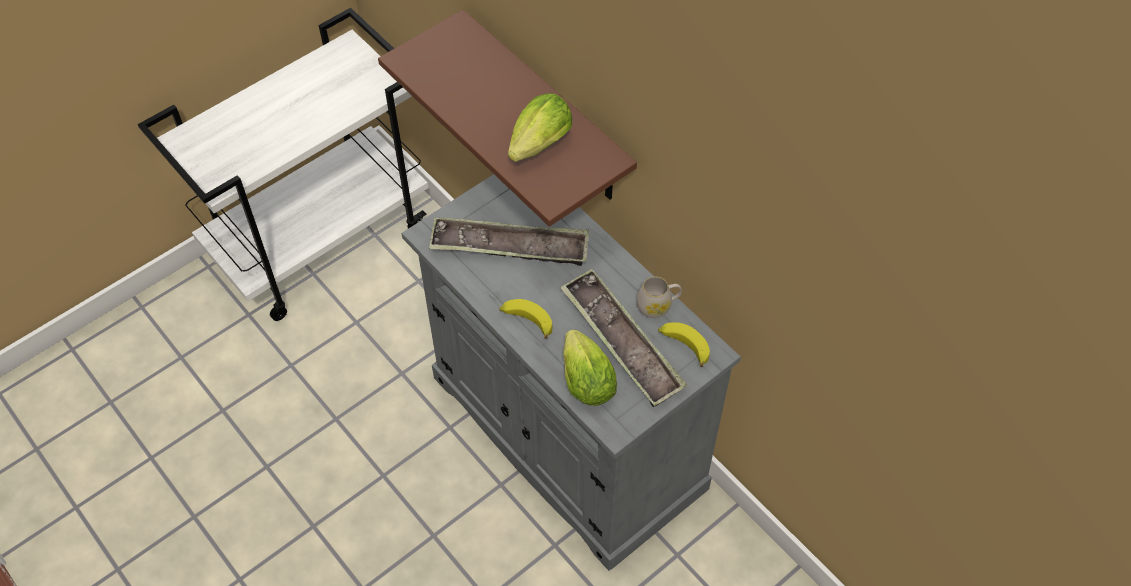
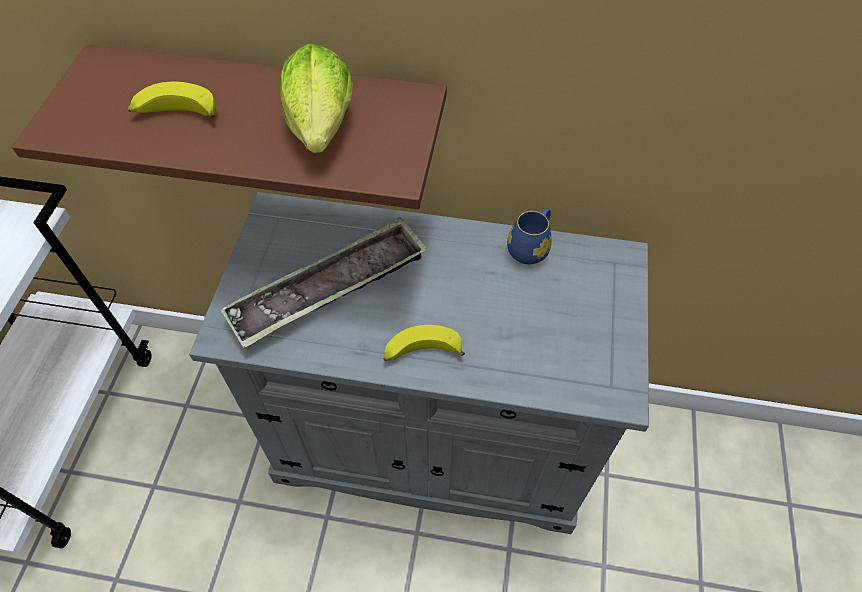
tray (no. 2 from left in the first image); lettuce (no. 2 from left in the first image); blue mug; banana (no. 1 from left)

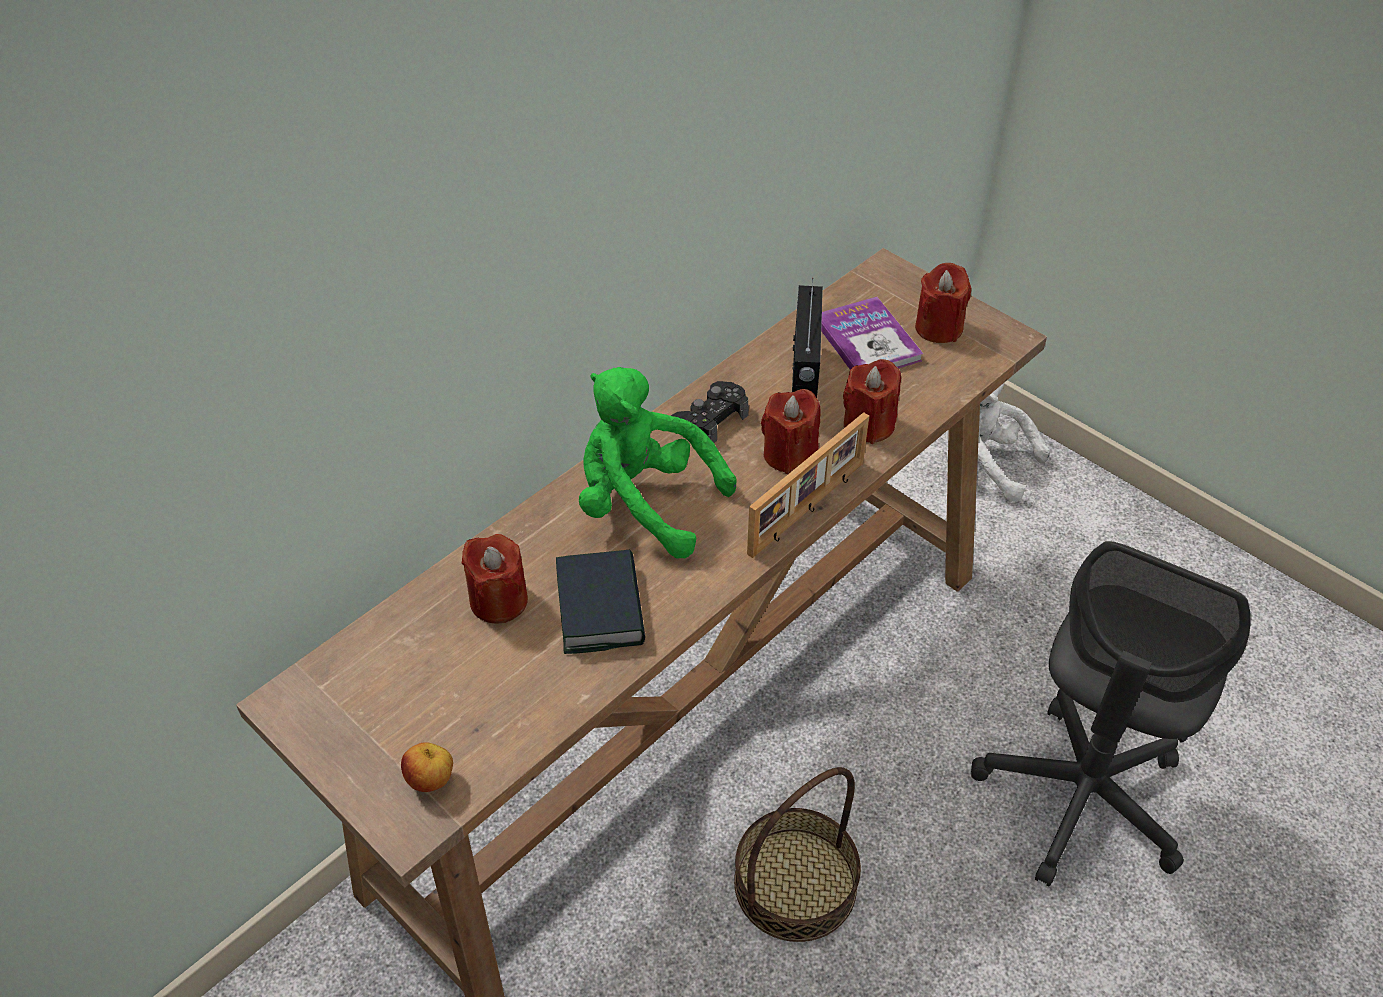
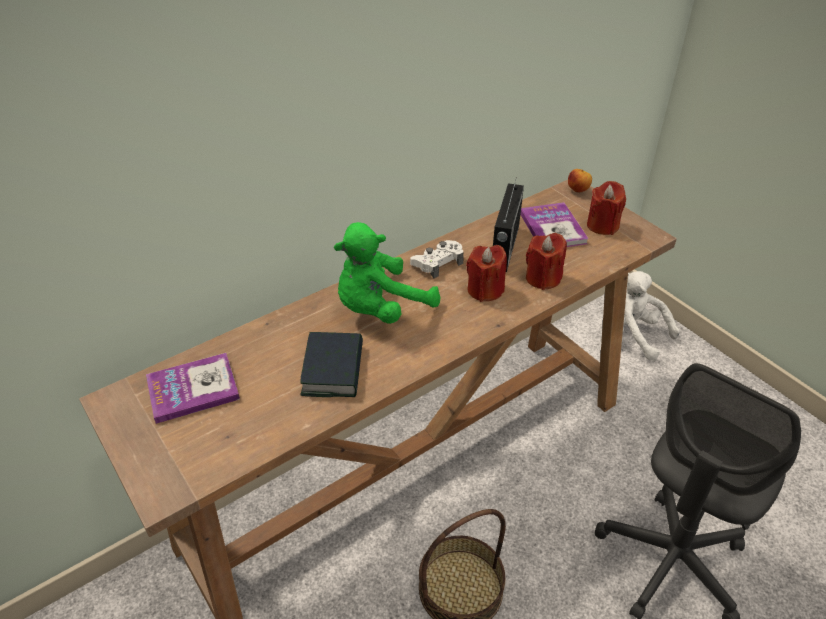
apple; red candle (no. 1 from left in the first image); green plush toy; white game controller; picture frame; book (no. 1 from left)

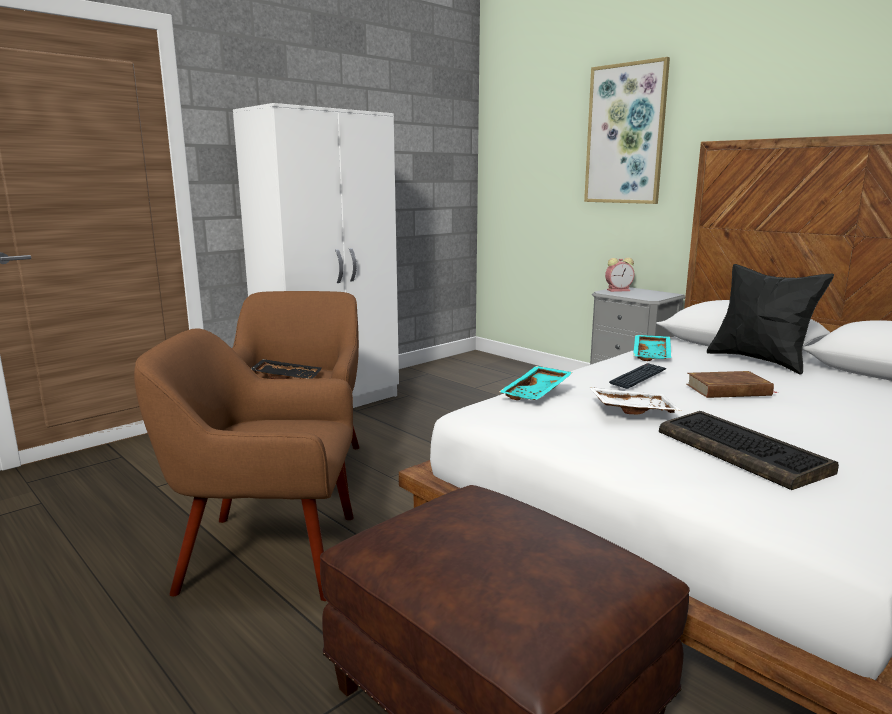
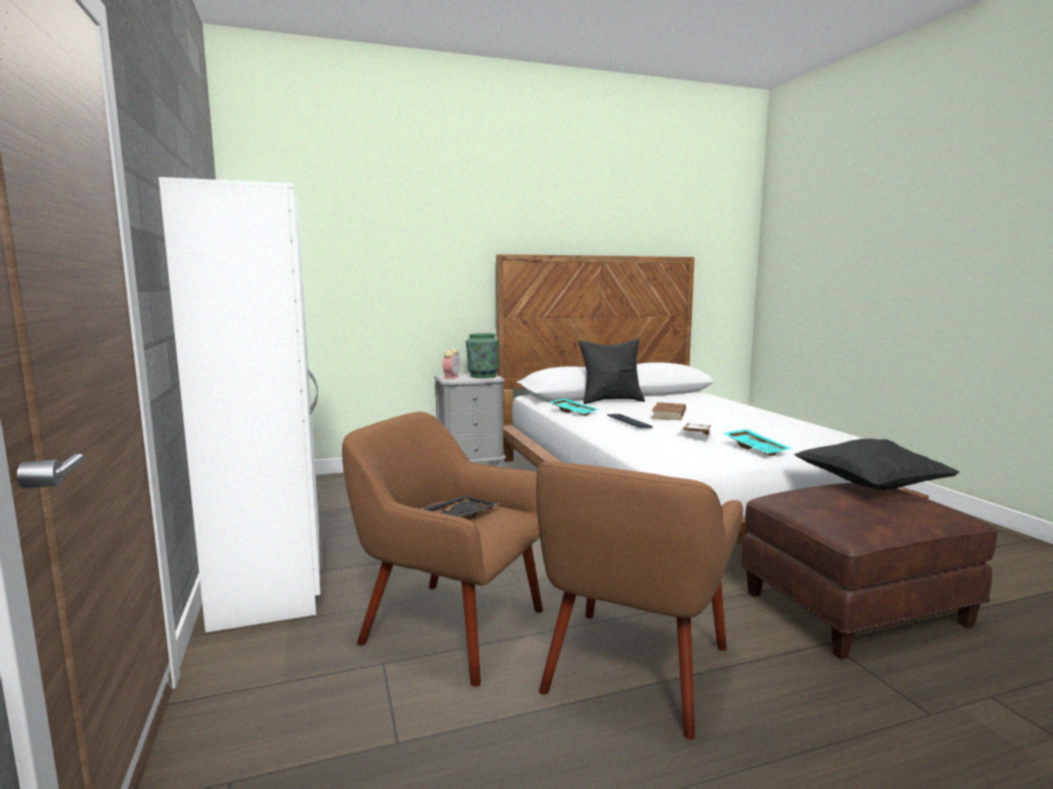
turquoise tray (no. 2 from left); picture; keyboard (no. 2 from left in the first image); green vase; black pillow (no. 2 from left)

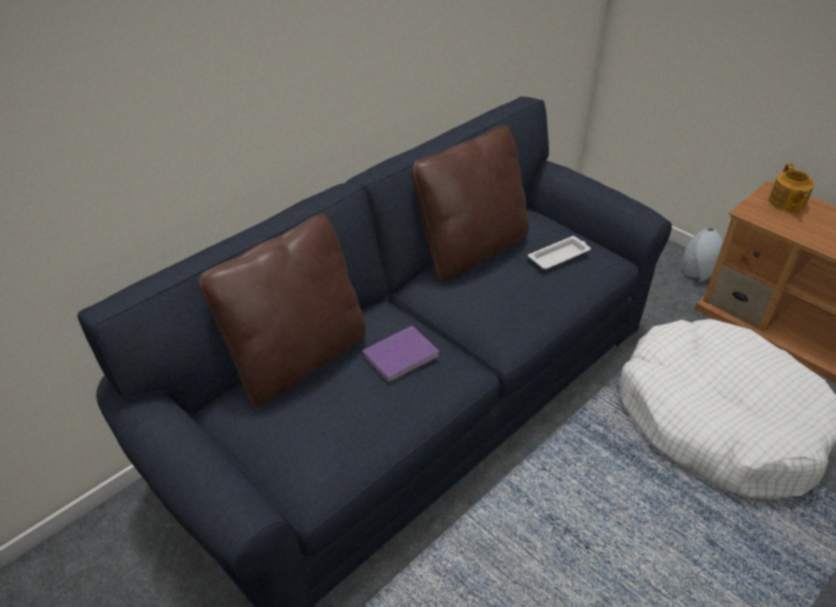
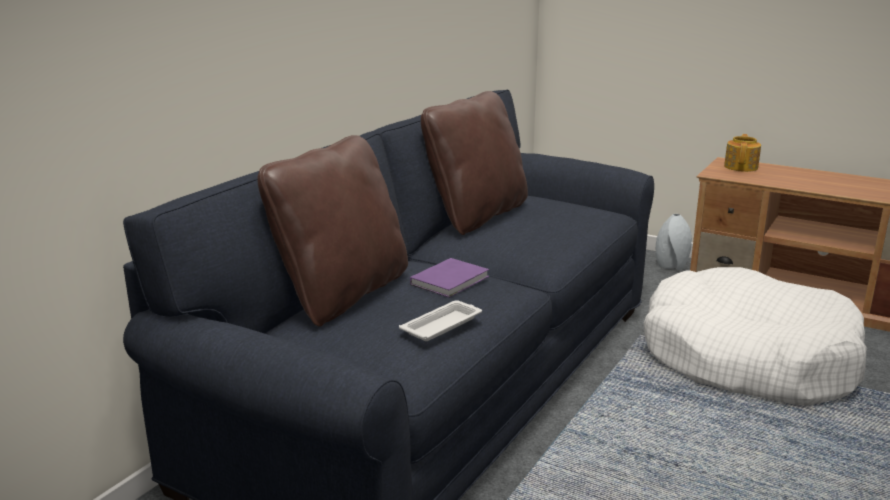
white tray; teapot

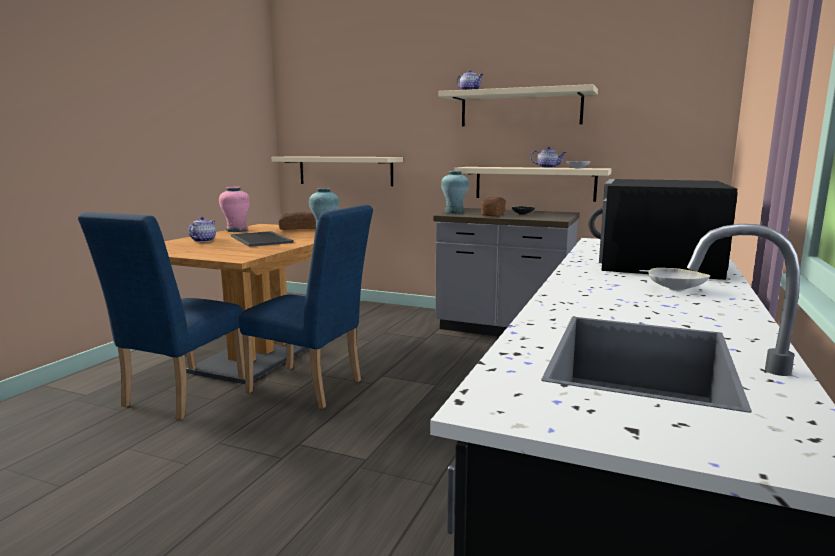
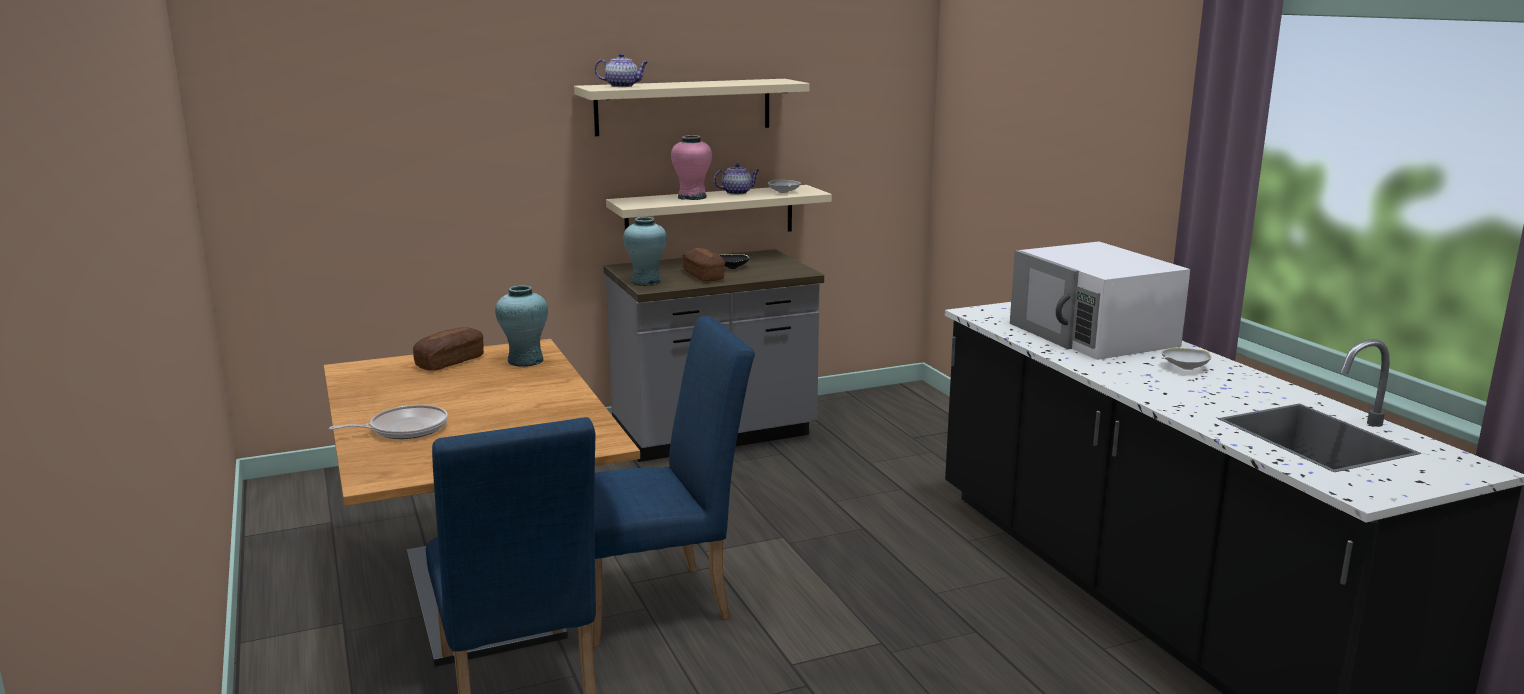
frying pan; pink vase; tray; beige shelf (no. 1 from left in the first image); white microwave

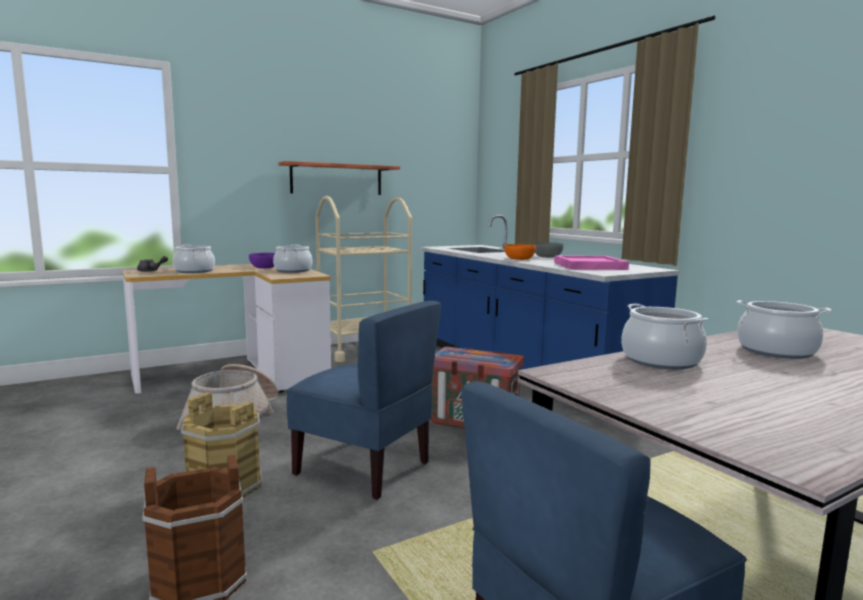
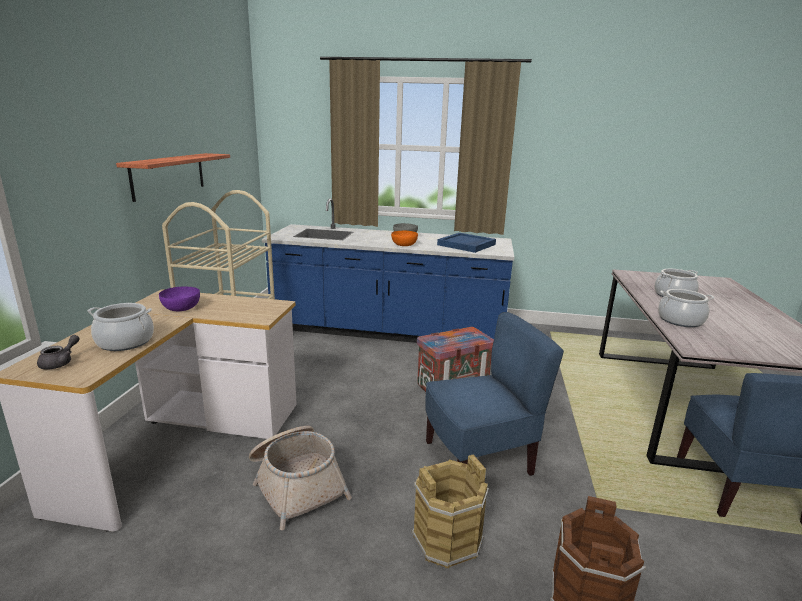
cooking pot (no. 2 from left in the first image); blue tray

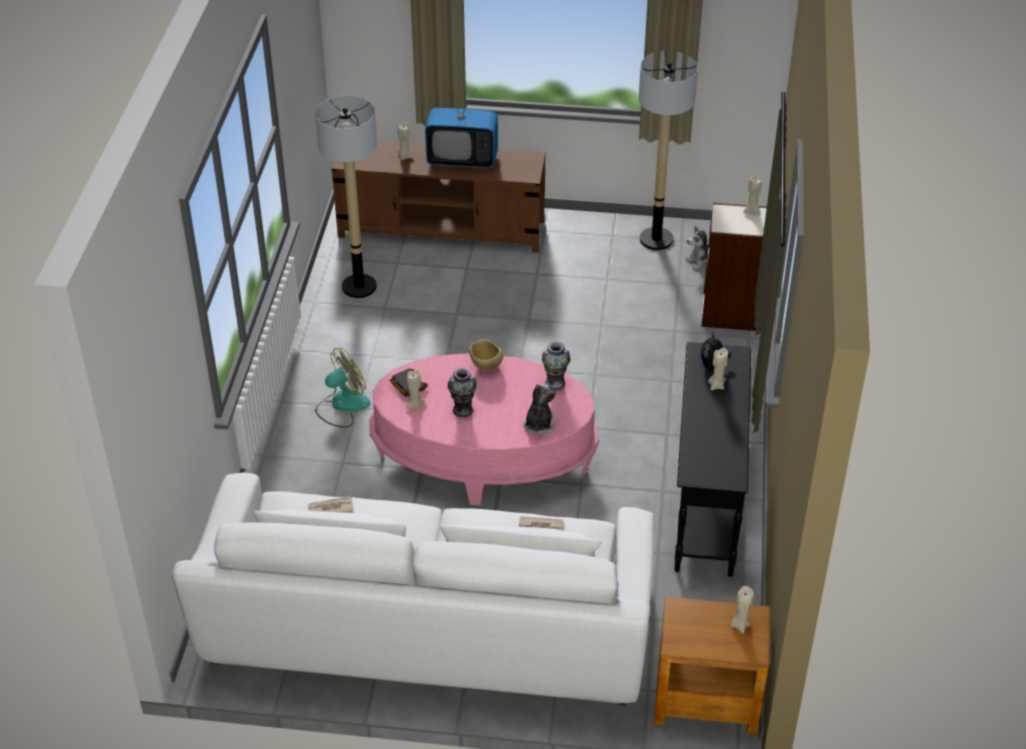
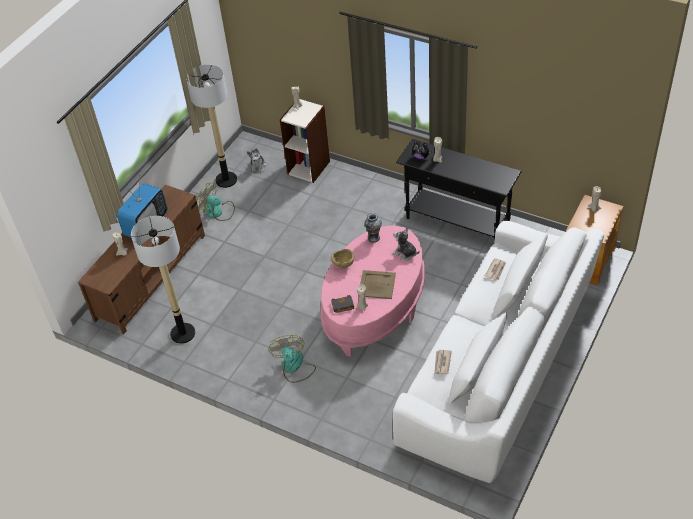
beige tray; fan (no. 1 from left)

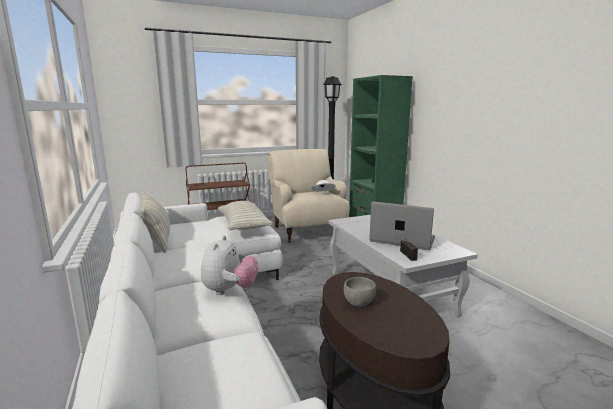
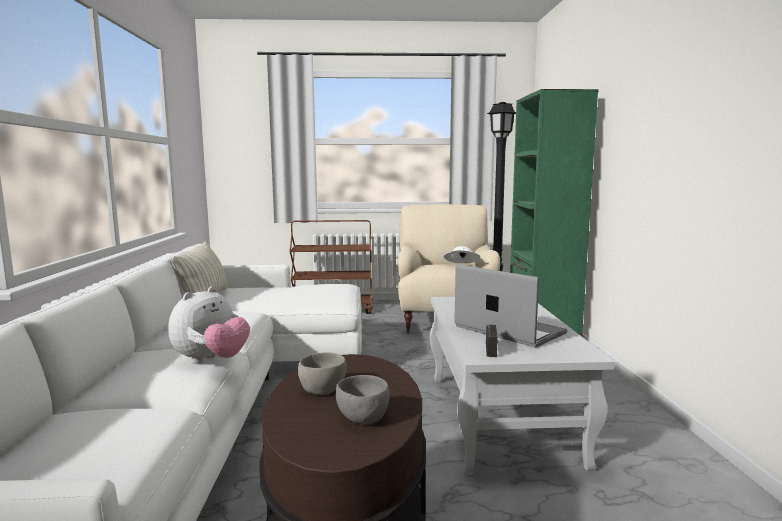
pillow (no. 2 from left in the first image); grey bowl (no. 2 from left)

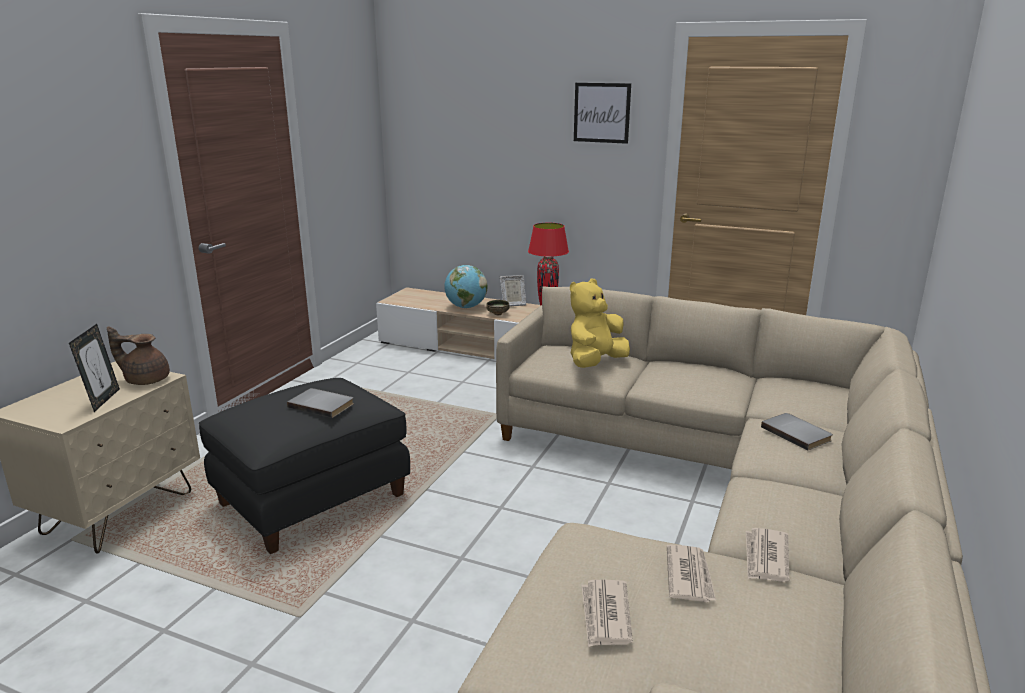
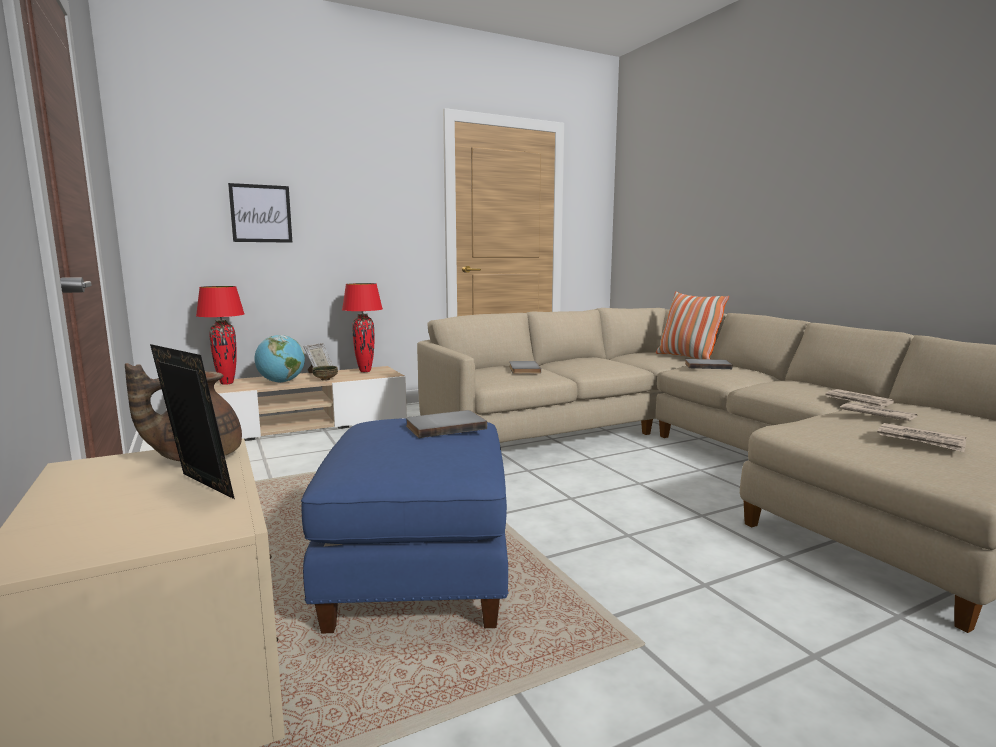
blue ottoman; grey book (no. 2 from left); picture; red table lamp (no. 1 from left); pillow

